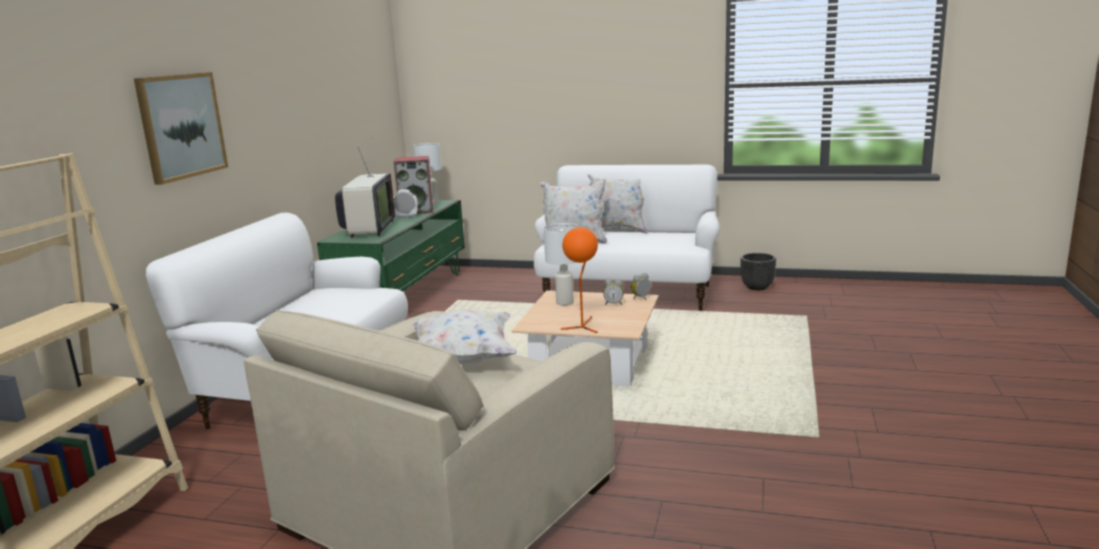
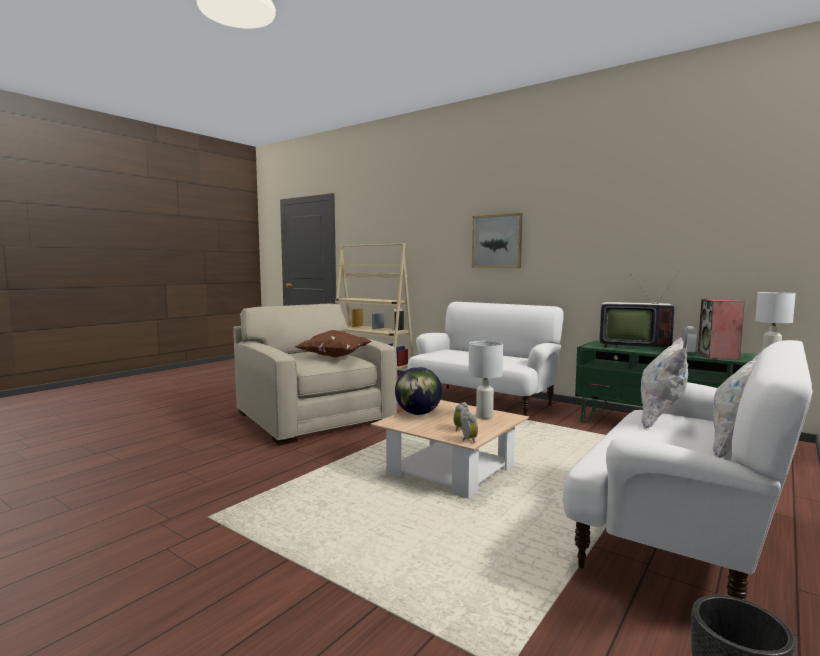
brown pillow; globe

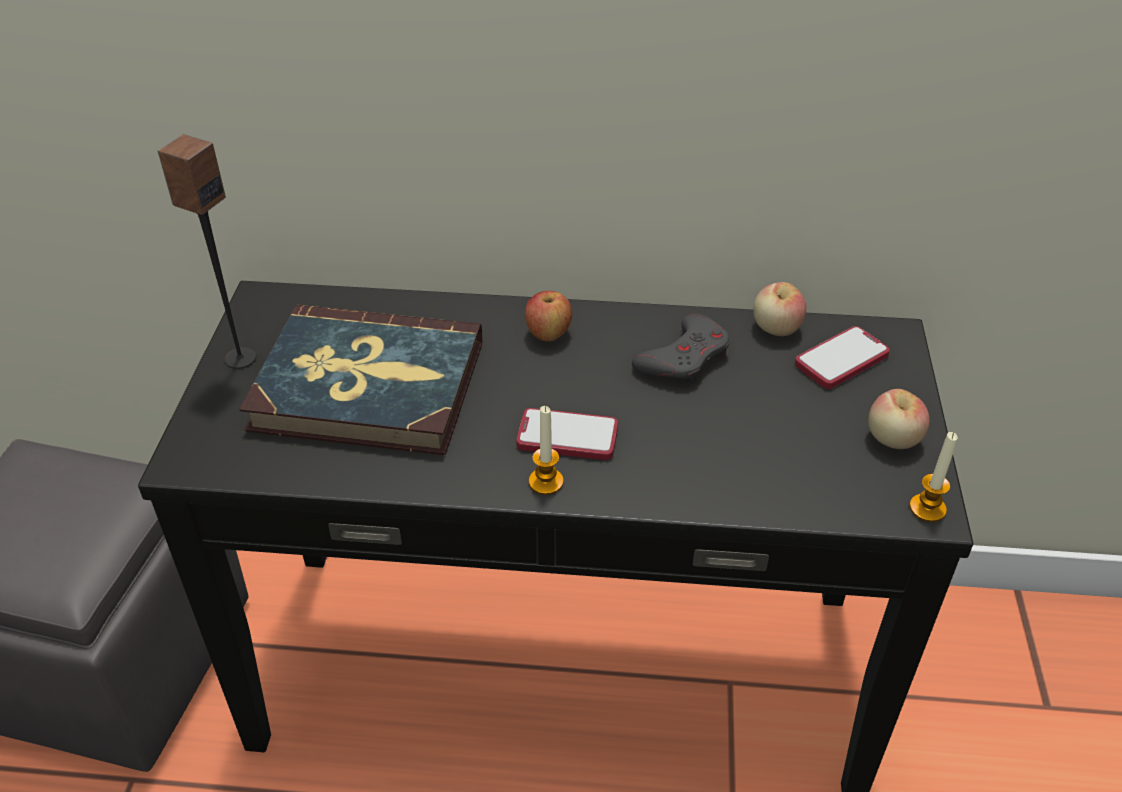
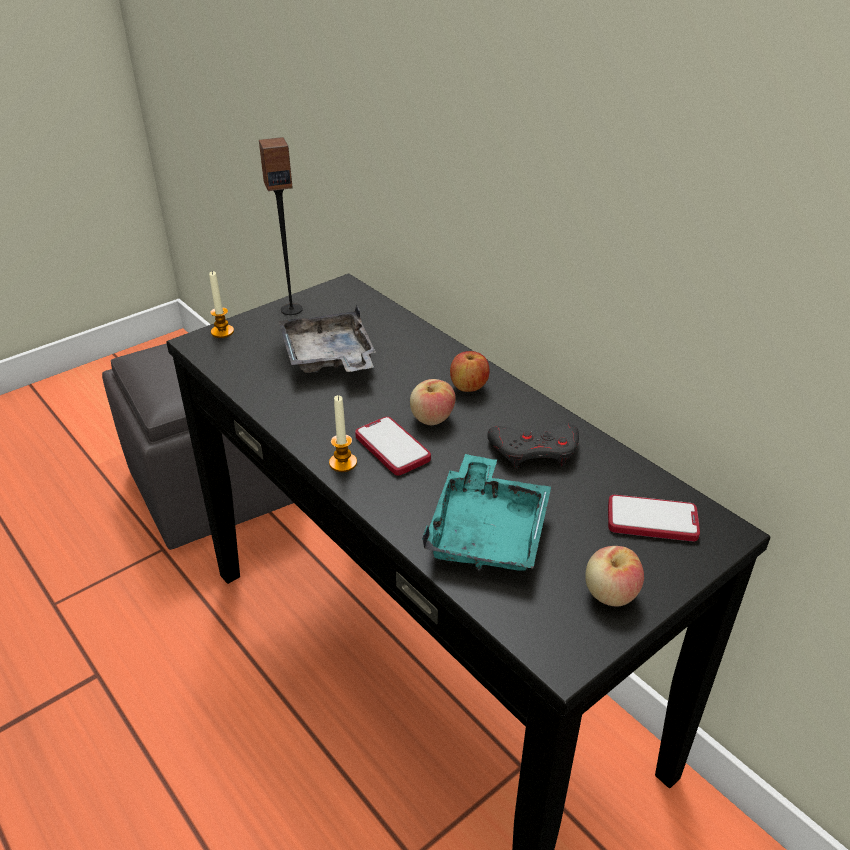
grey tray; apple (no. 1 from left); candle (no. 1 from left); turquoise tray

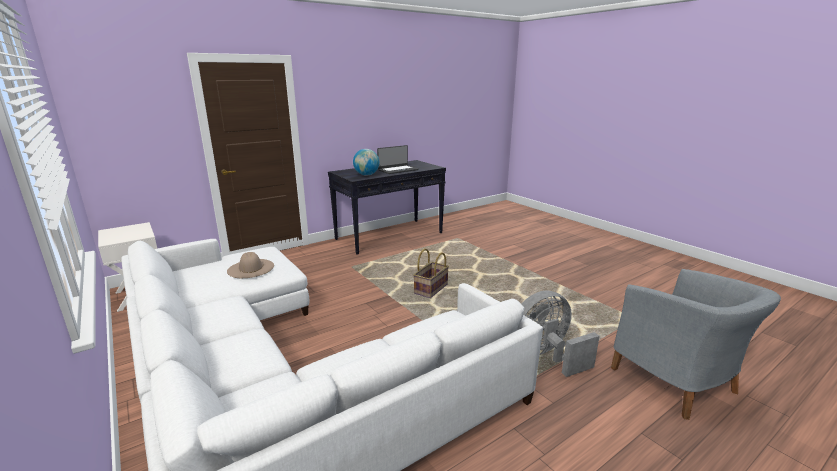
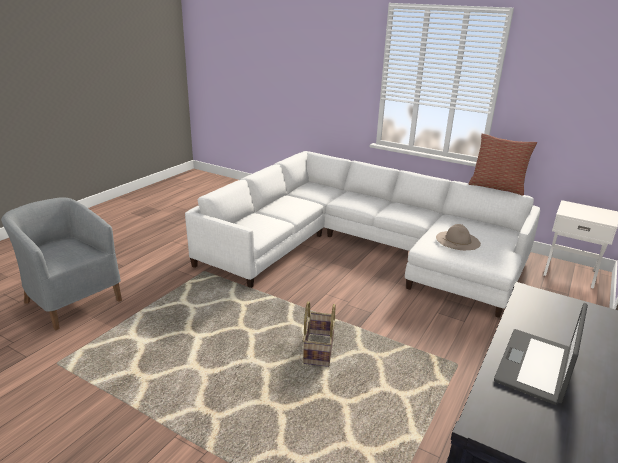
globe; grey fan; pillow

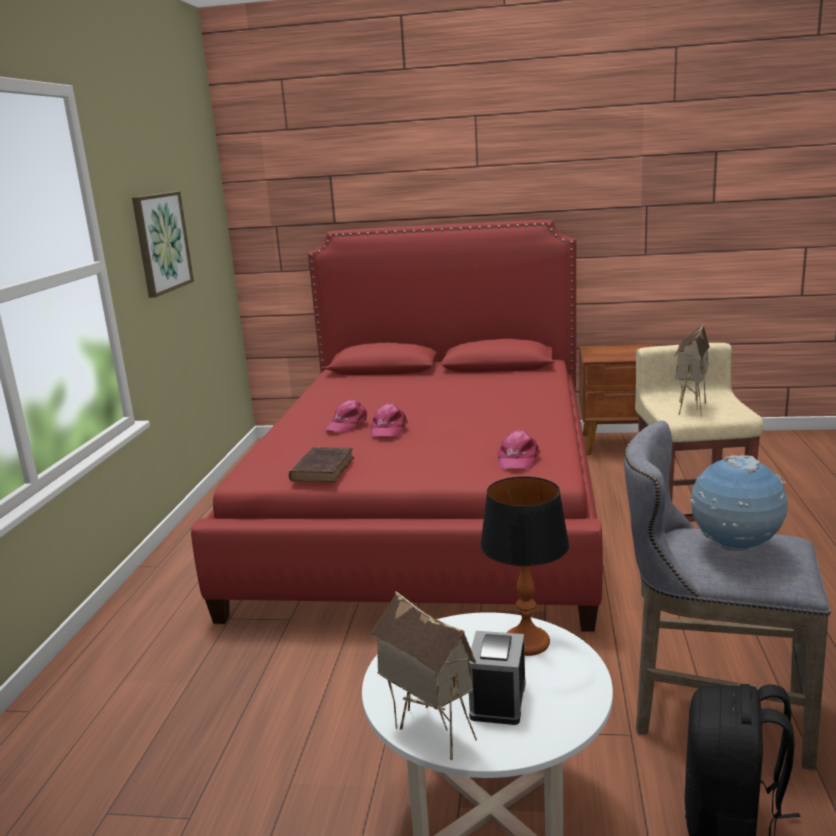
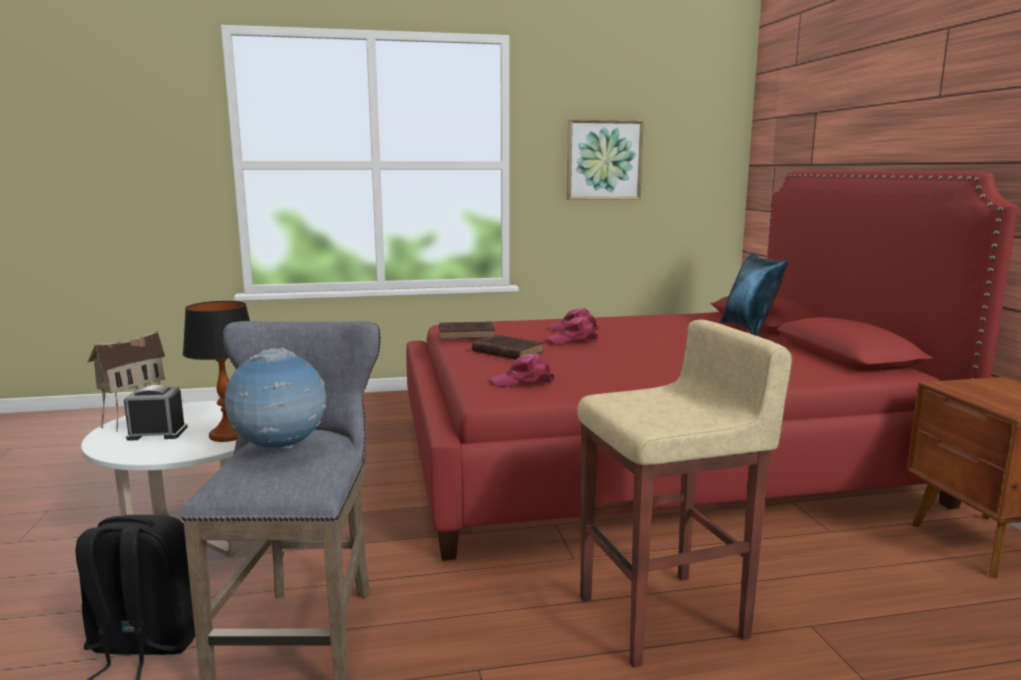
toy house (no. 2 from left in the first image); brown book (no. 2 from left); blue pillow

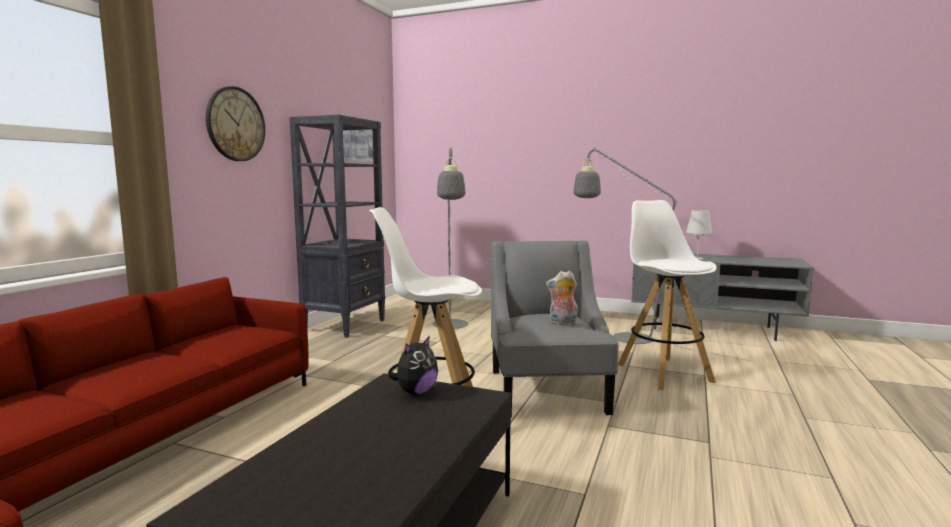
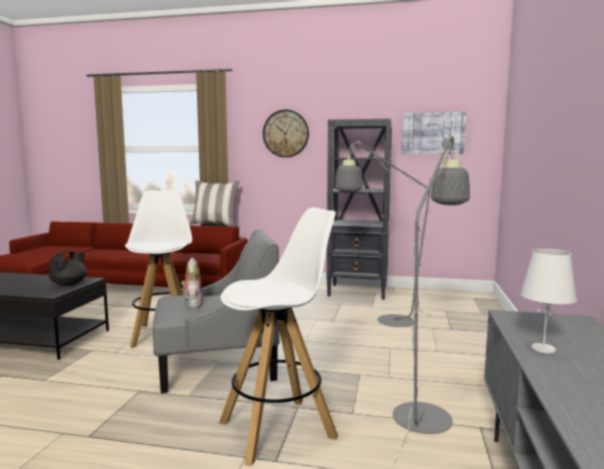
black teapot; pillow

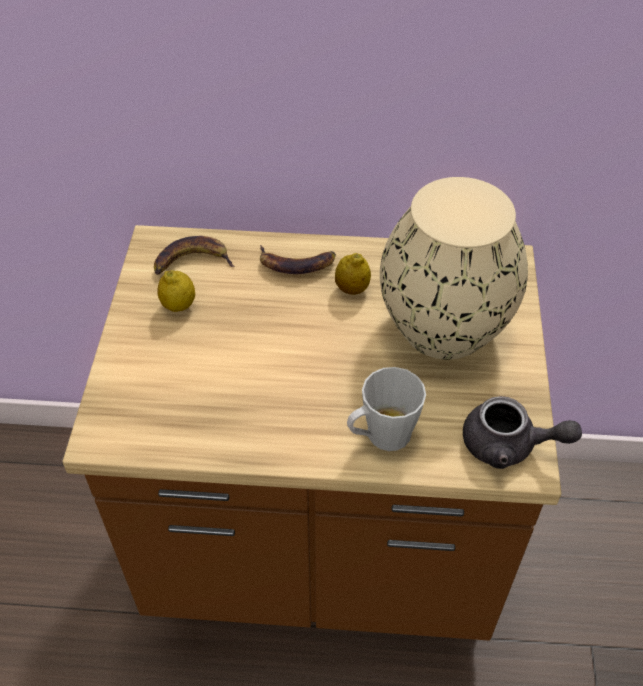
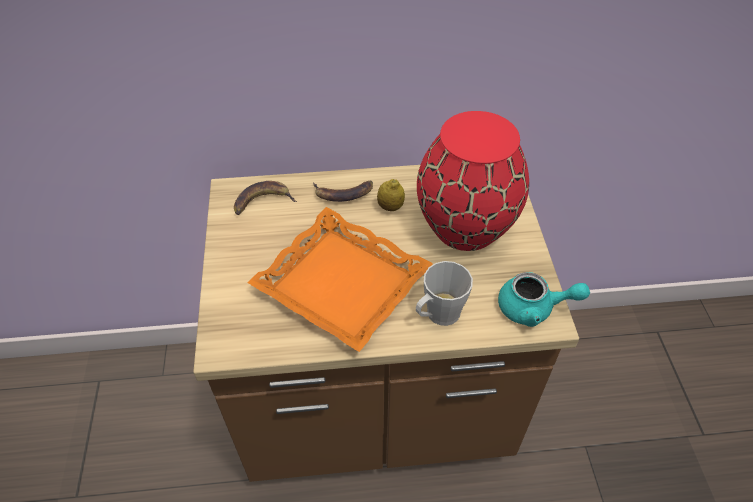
lemon (no. 1 from left in the first image); red vase; turquoise teapot; orange tray

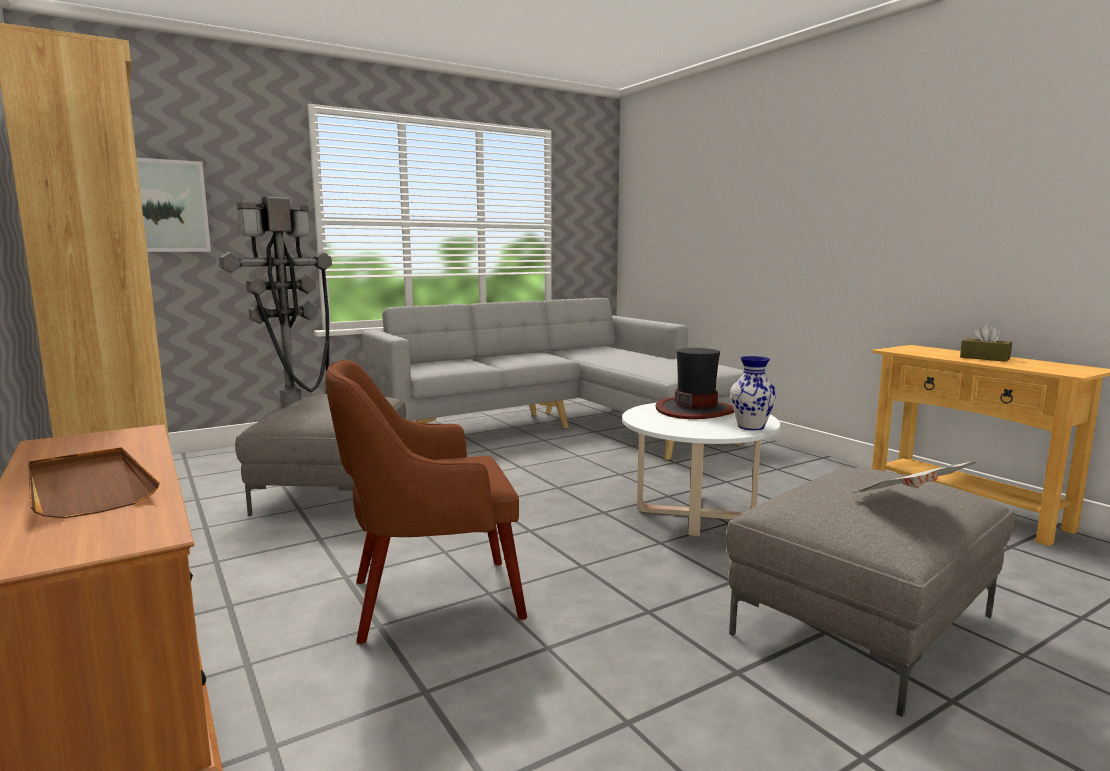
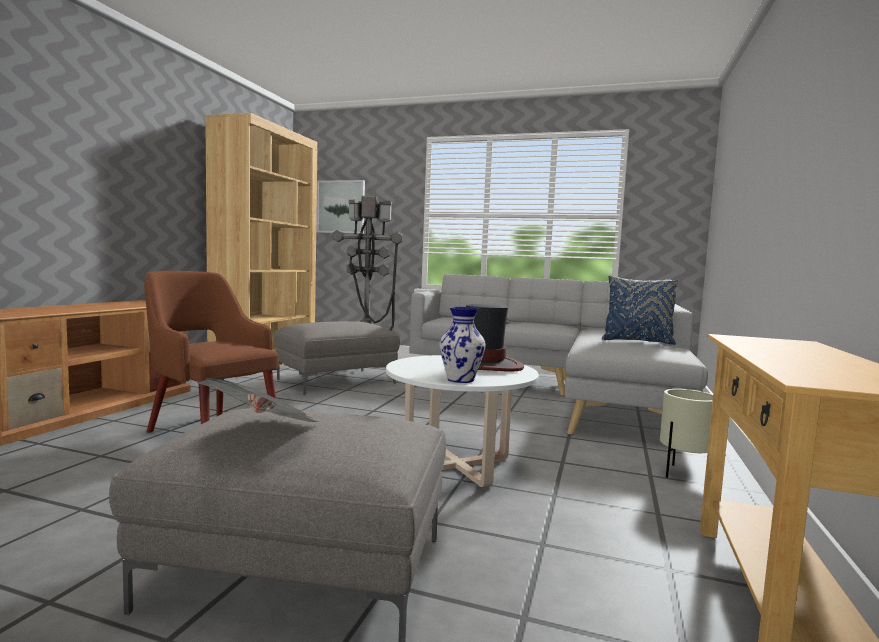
brown tray; brown tissue box; blue pillow; beige planter

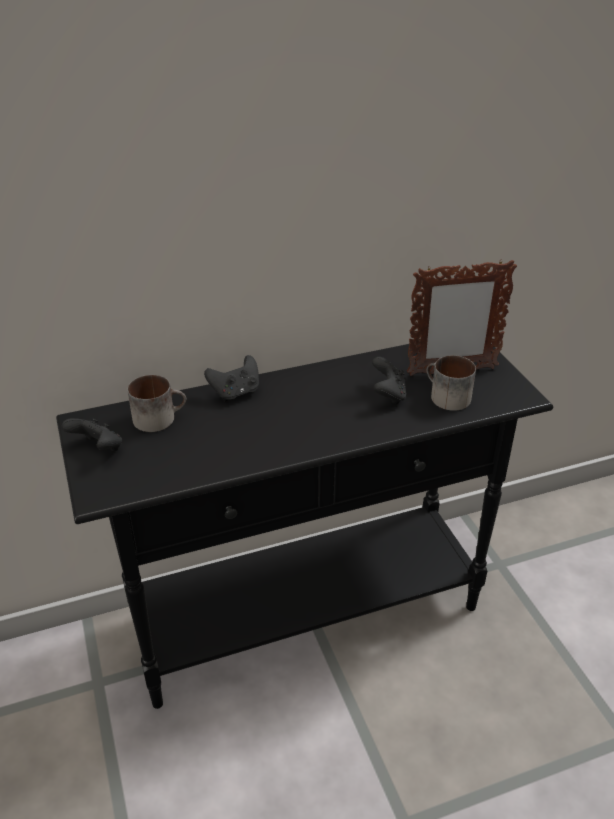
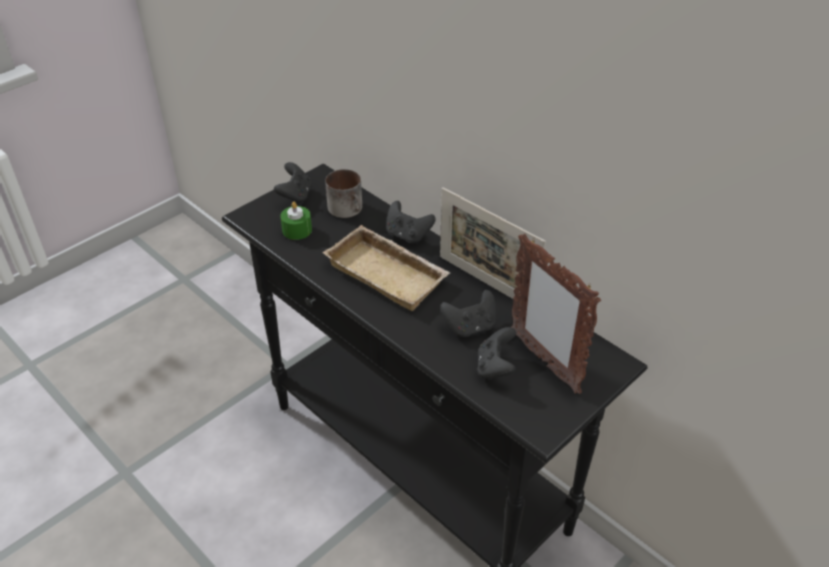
black game controller (no. 4 from left); green candle; beige tray; picture frame (no. 1 from left)

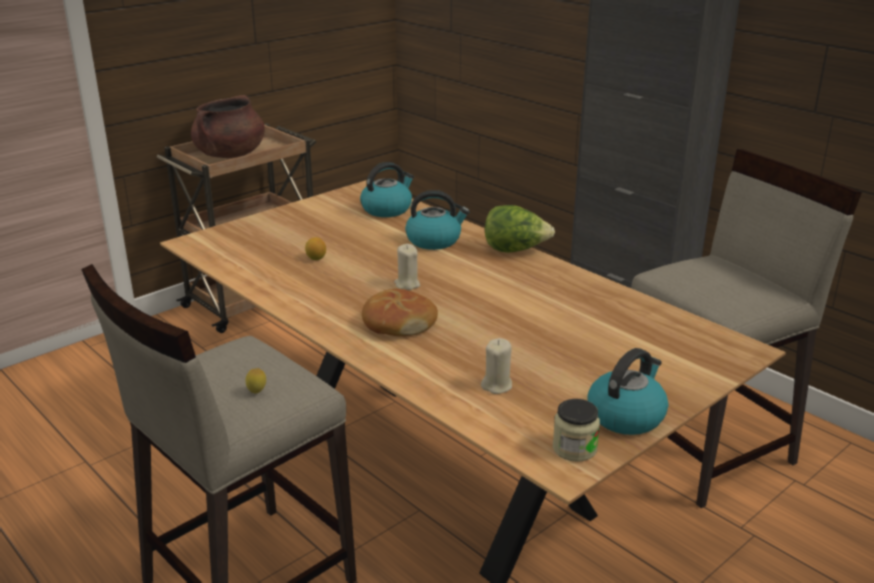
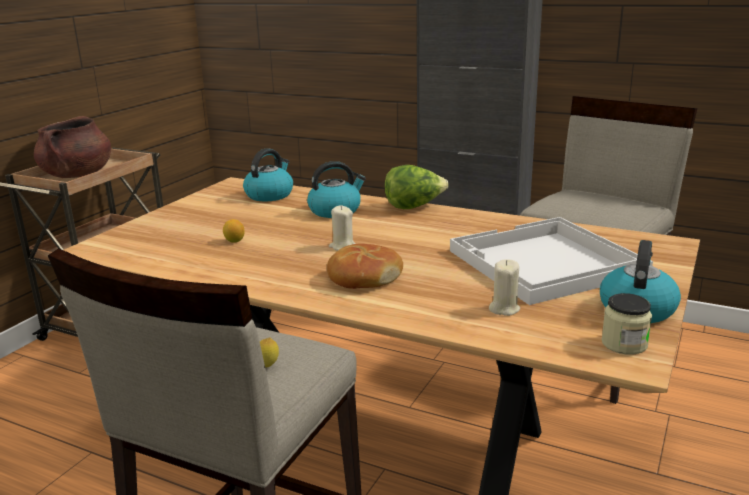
white tray

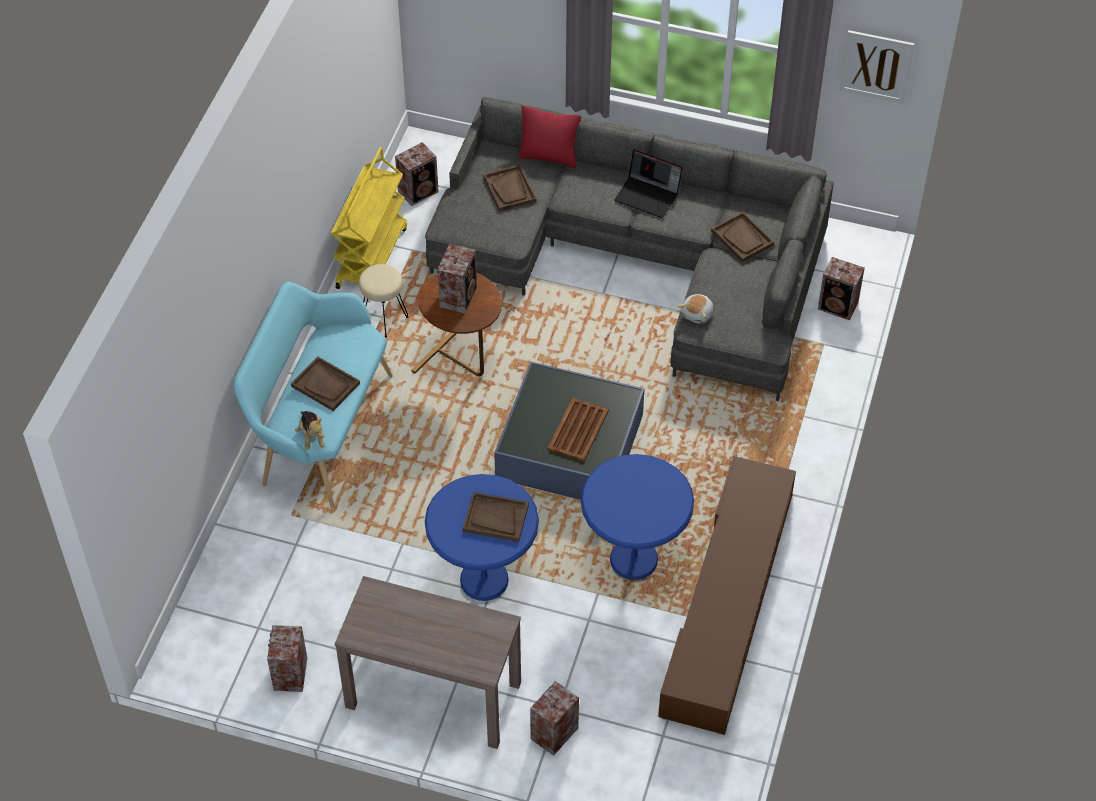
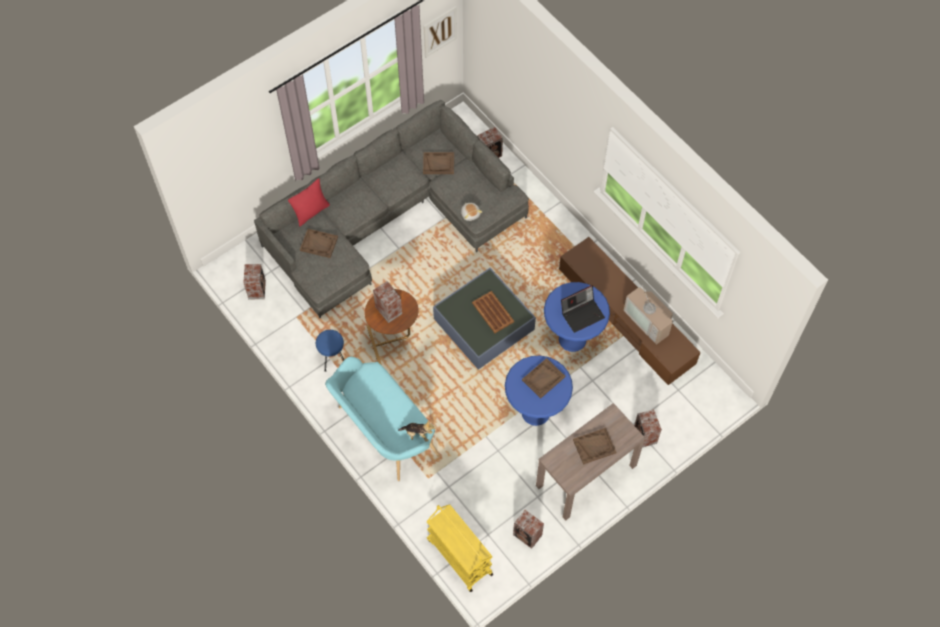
brown tray (no. 5 from left); yellow cart; blue stool; laptop; television

